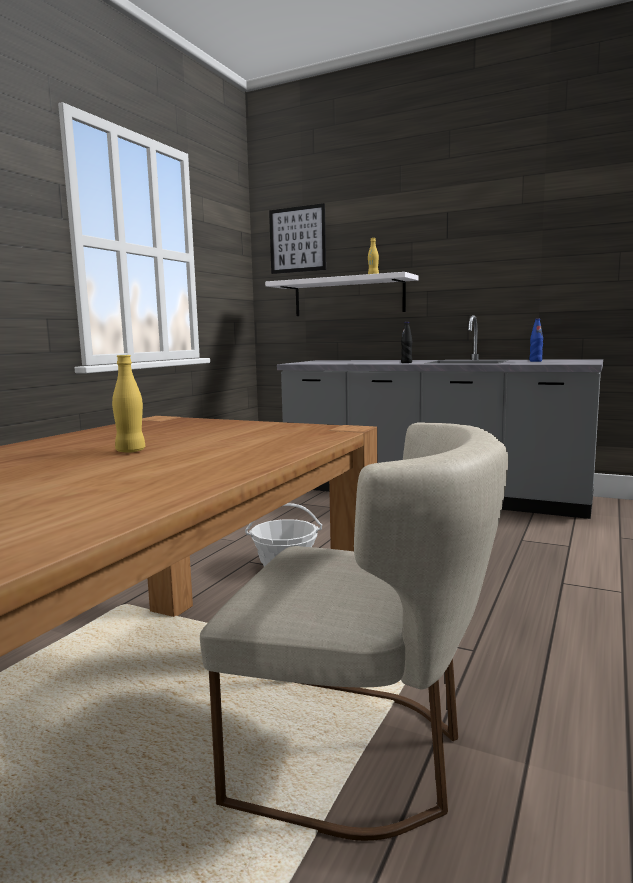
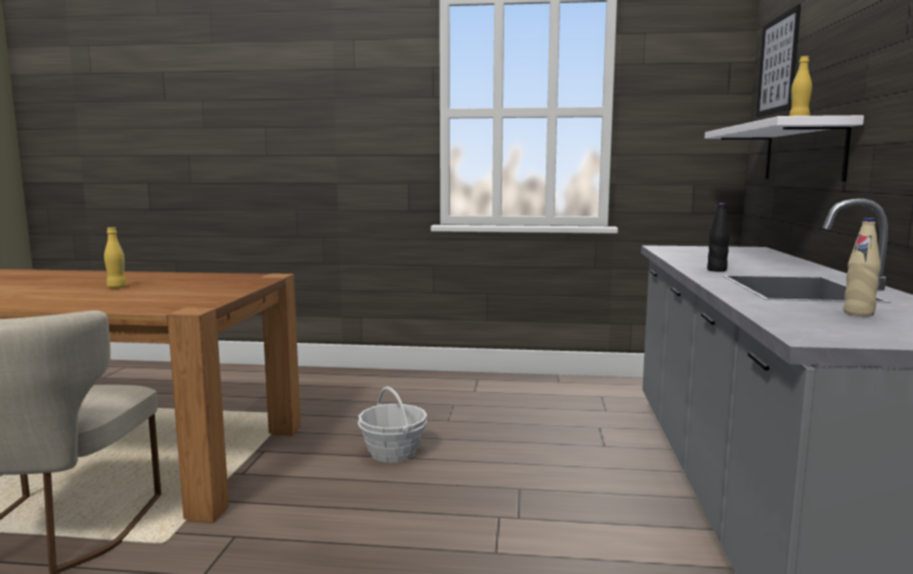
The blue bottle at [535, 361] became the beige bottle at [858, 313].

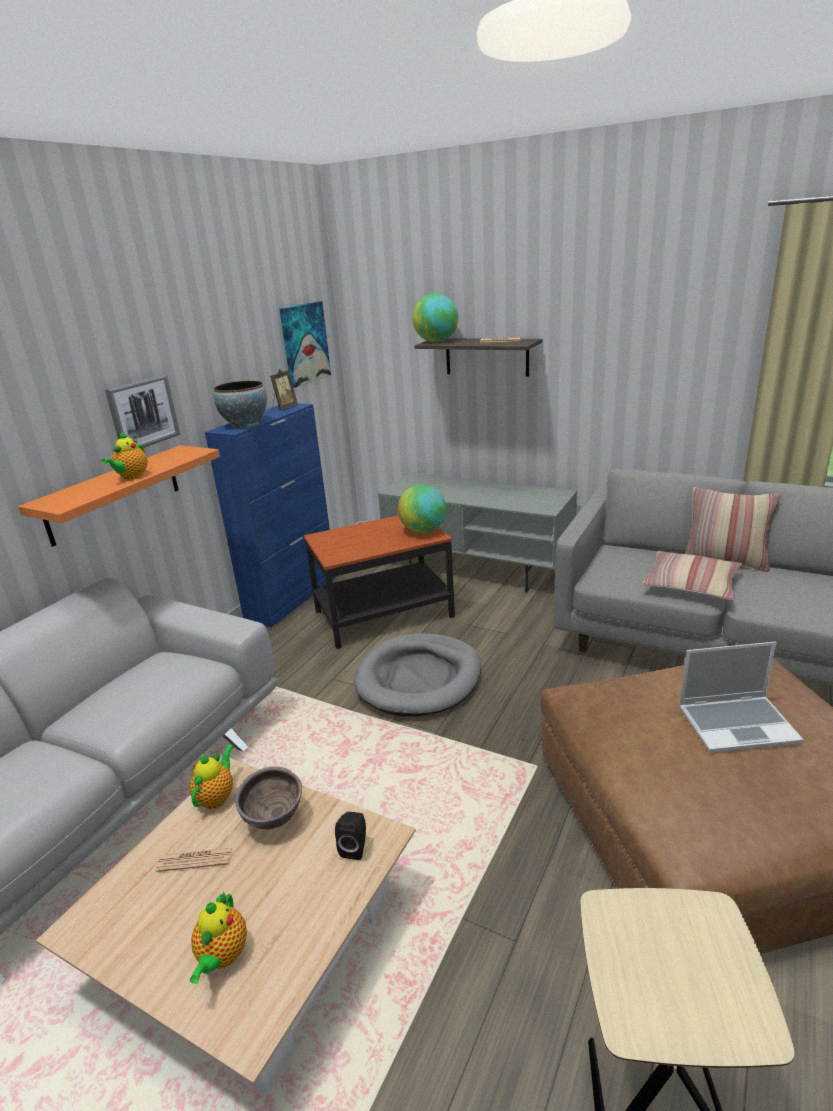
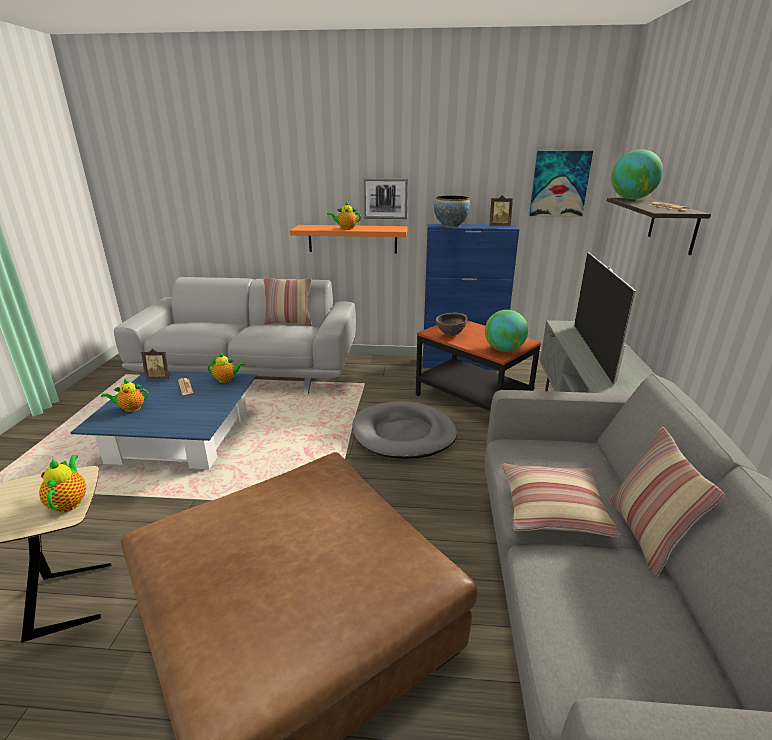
The teapot at [69, 502] appeared. The beige coffee table at [253, 937] became the blue coffee table at [182, 436]. The picture frame at [159, 378] appeared. The pillow at [289, 322] appeared. The brown bowl moved from [274, 820] to [450, 335]. The television at [592, 351] appeared. The black speaker at [355, 847] disappeared. The laptop at [737, 724] disappeared.

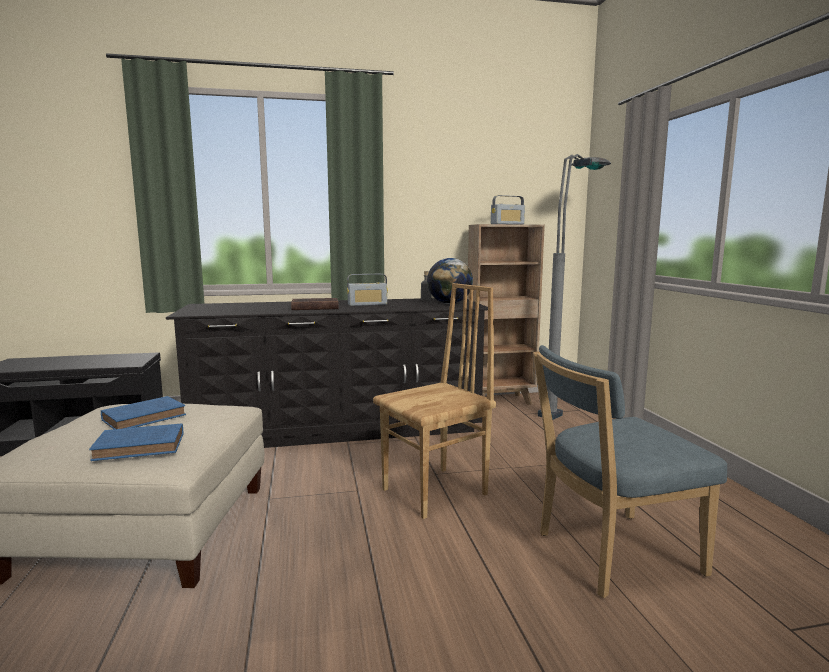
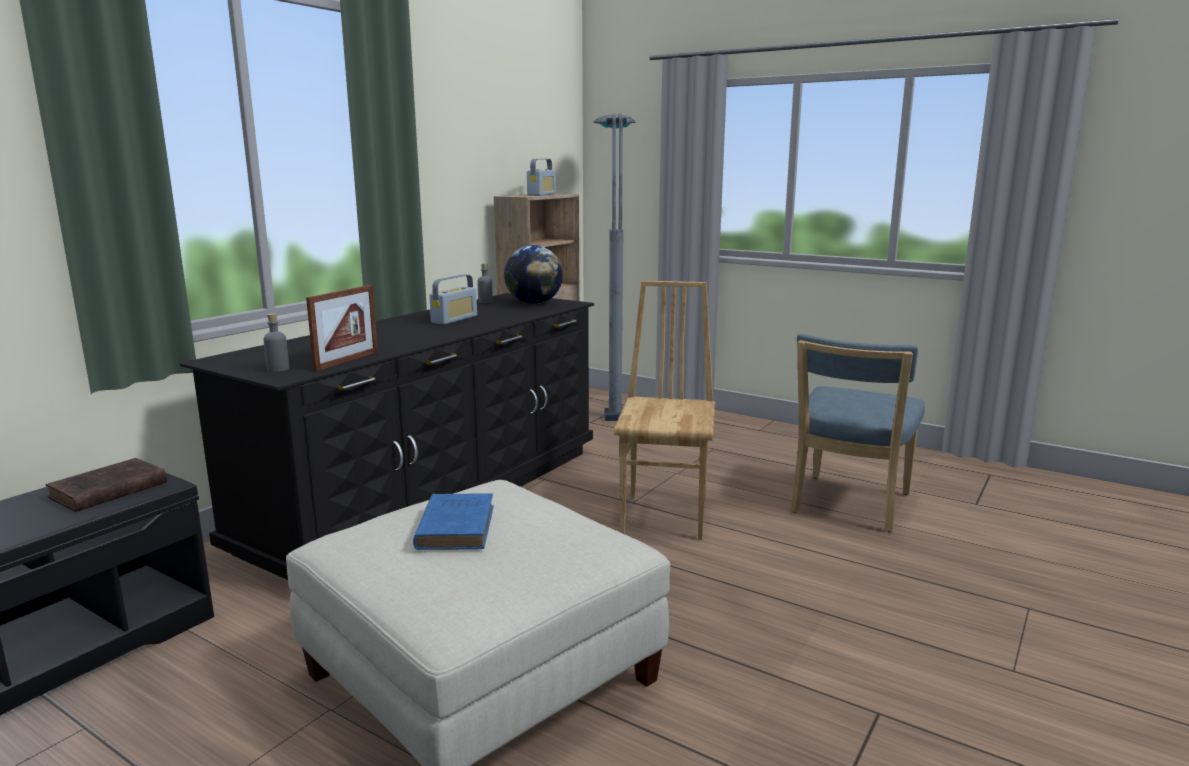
The brown book moved from [313, 307] to [106, 491]. The grey bottle at [278, 369] appeared. The picture frame at [347, 360] appeared. The blue book at [142, 446] disappeared.

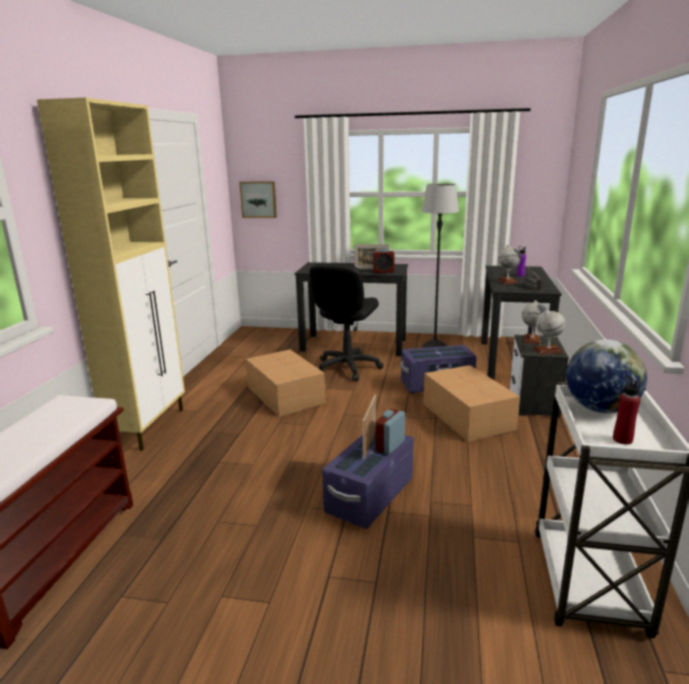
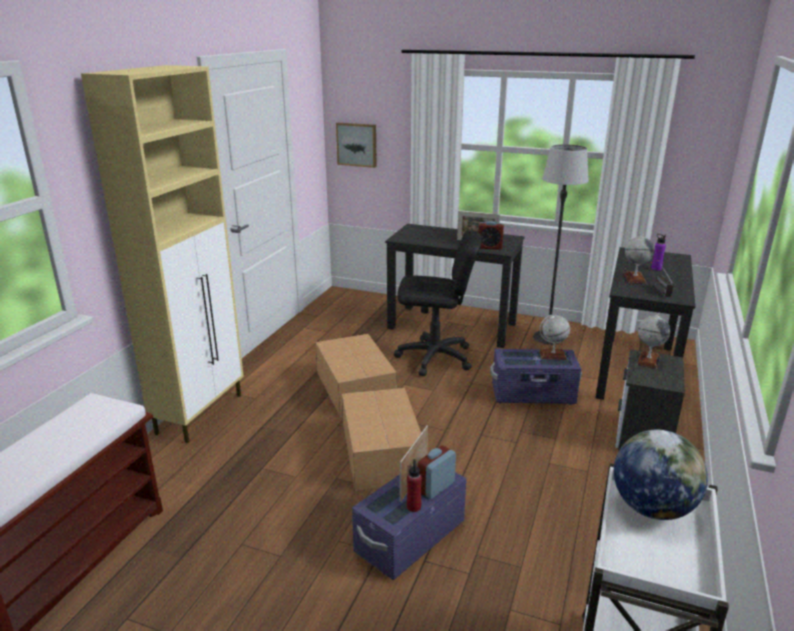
The cardboard box moved from [467, 415] to [382, 452]. The black office chair at [347, 367] turned 120 degrees counterclockwise. The red bottle moved from [622, 439] to [414, 507]. The globe moved from [547, 351] to [552, 355].

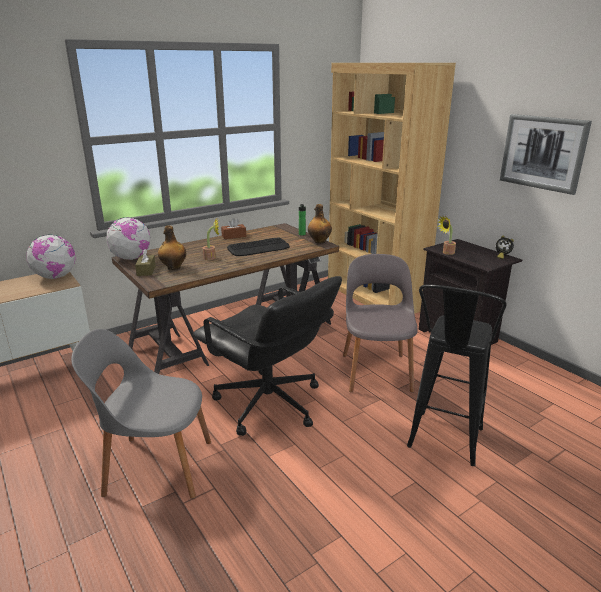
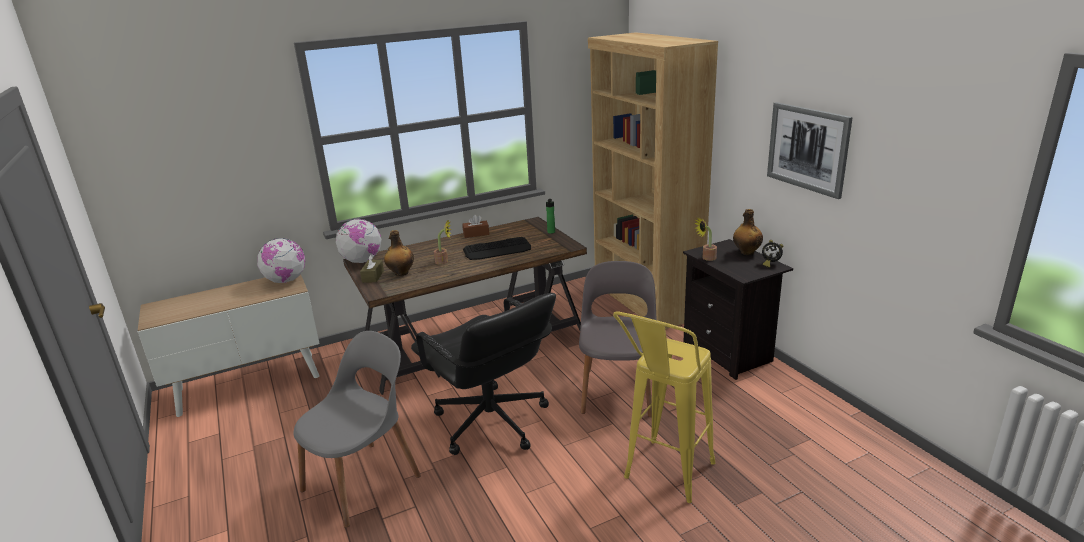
The grey chair at [156, 466] turned 120 degrees clockwise. The black stool at [443, 446] became the yellow stool at [664, 479]. The bottle moved from [319, 241] to [746, 252].

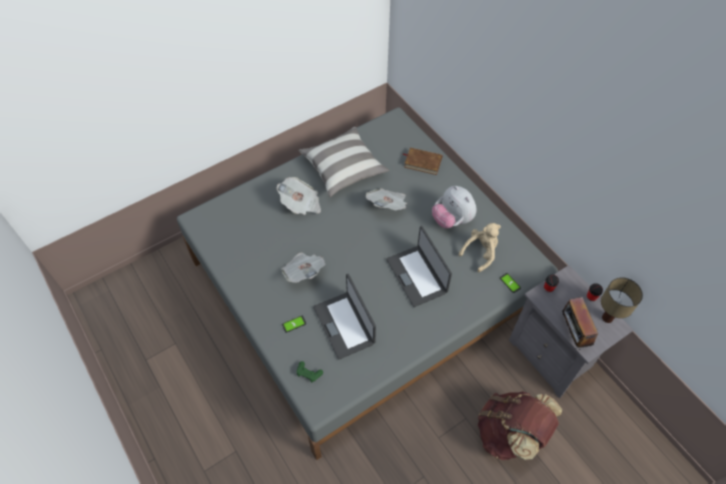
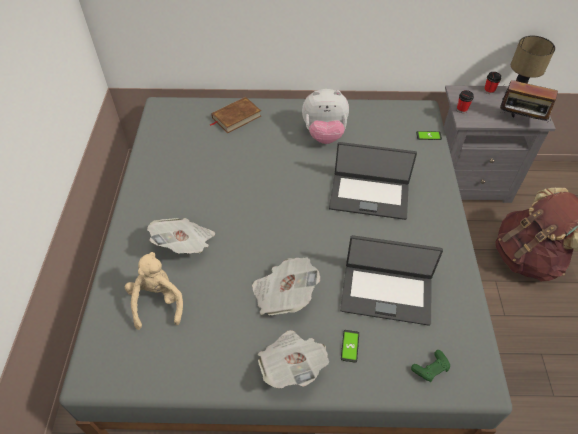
The beige plush toy moved from [480, 252] to [157, 302]. The newspaper moved from [388, 205] to [292, 365]. The pillow at [343, 168] disappeared.

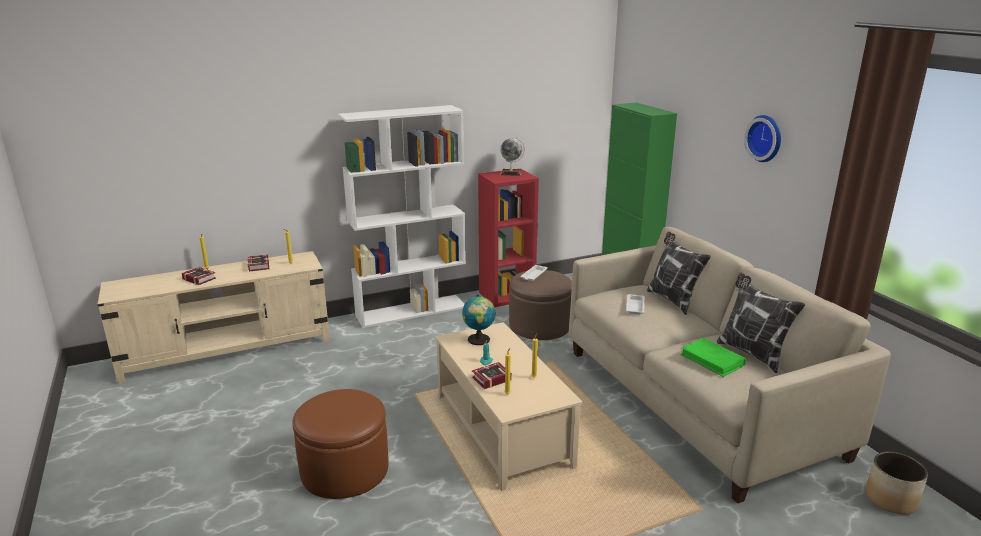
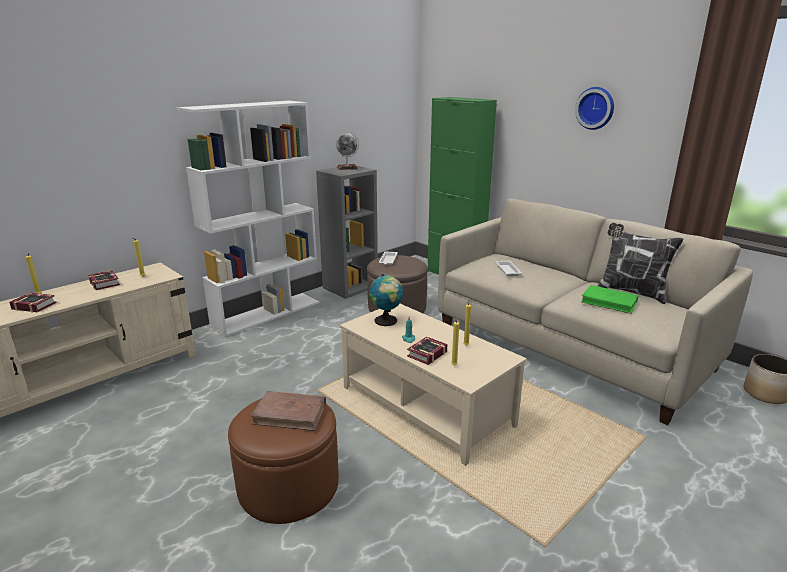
The brown book at [290, 414] appeared. The red bookcase at [507, 295] became the grey bookcase at [350, 287]. The pillow at [672, 300] disappeared.

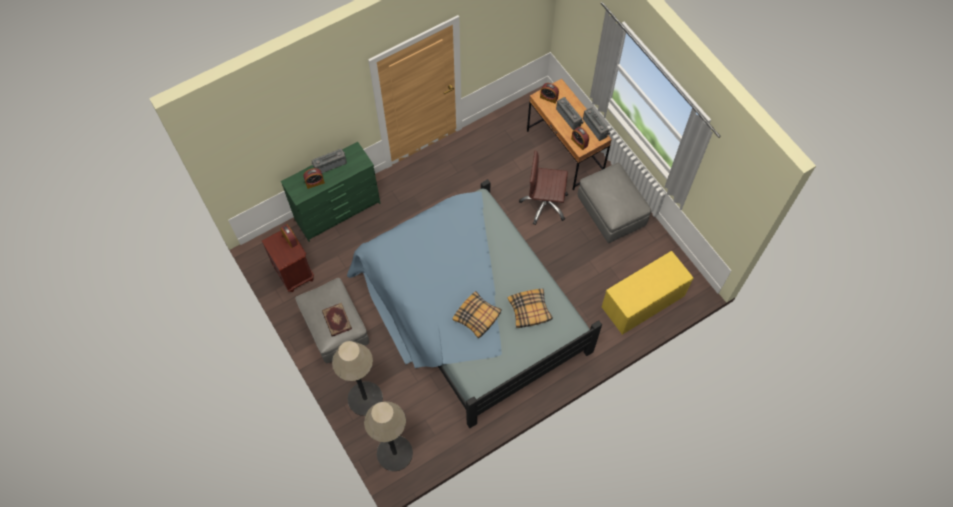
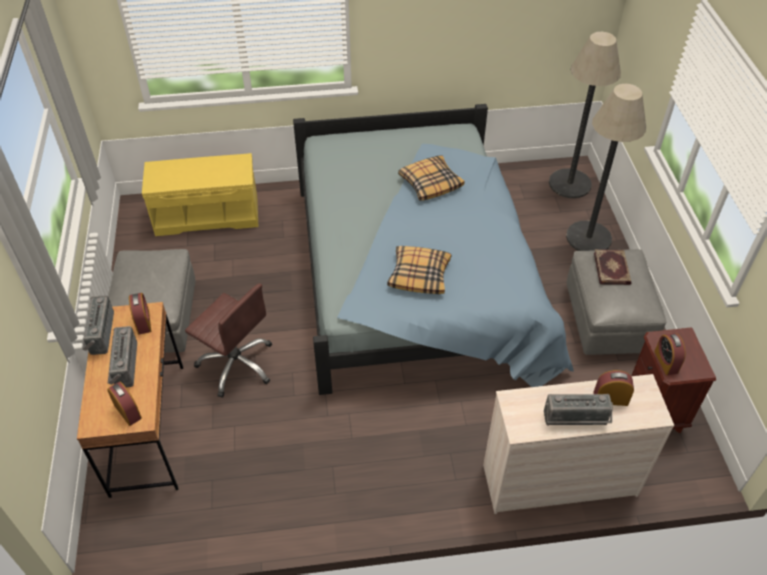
The pillow moved from [529, 310] to [419, 275]. The green dresser at [338, 212] became the beige dresser at [559, 479].

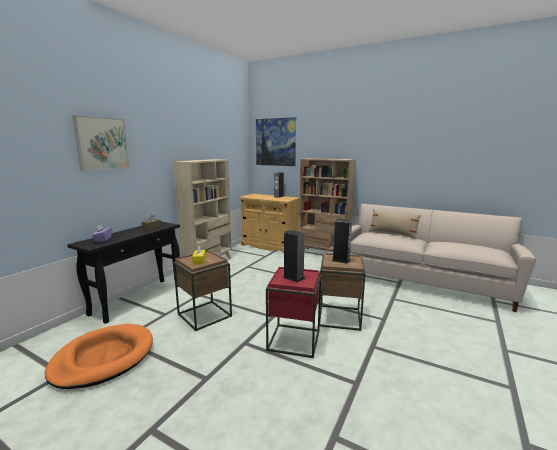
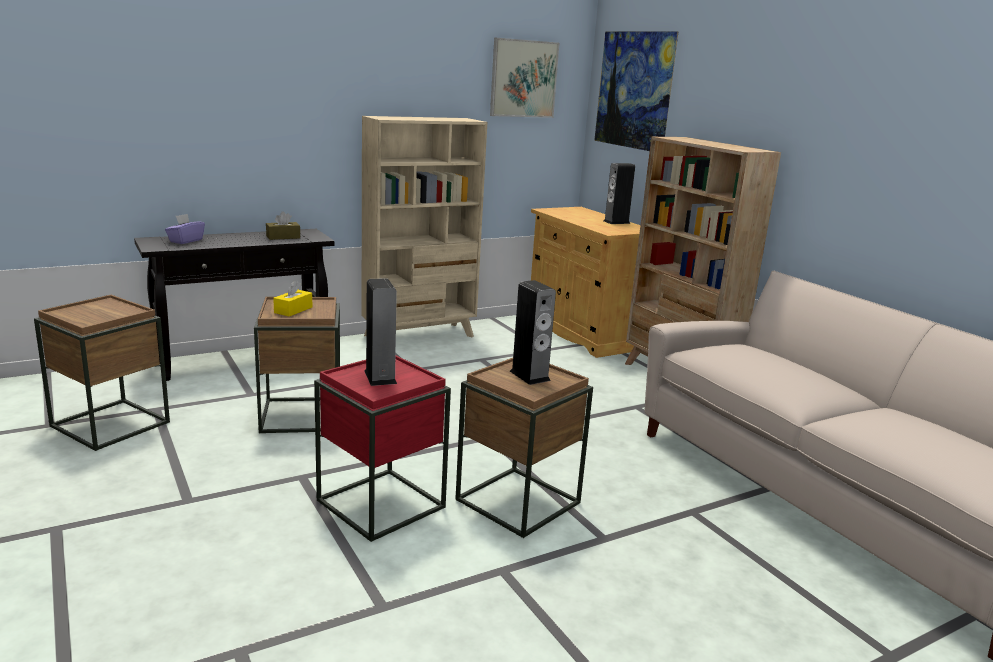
The orange dog bed at [103, 358] was replaced by the brown side table at [110, 424]. The picture moved from [102, 143] to [523, 78]. The beige pillow at [392, 234] disappeared.

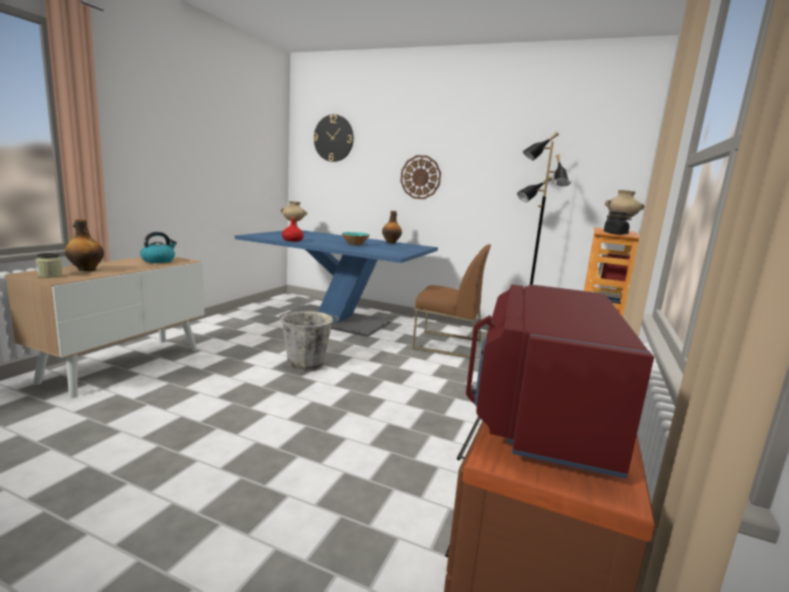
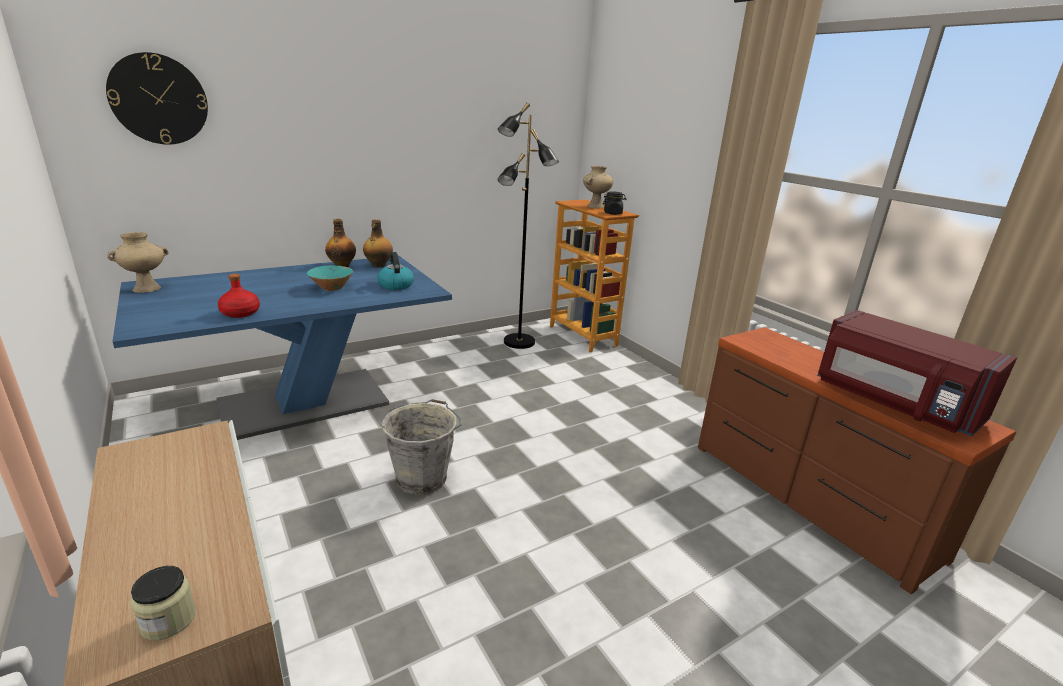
The bottle moved from [86, 270] to [378, 265]. The kettle moved from [158, 260] to [395, 285]. The wall clock at [420, 177] disappeared. The brown chair at [447, 344] disappeared.

